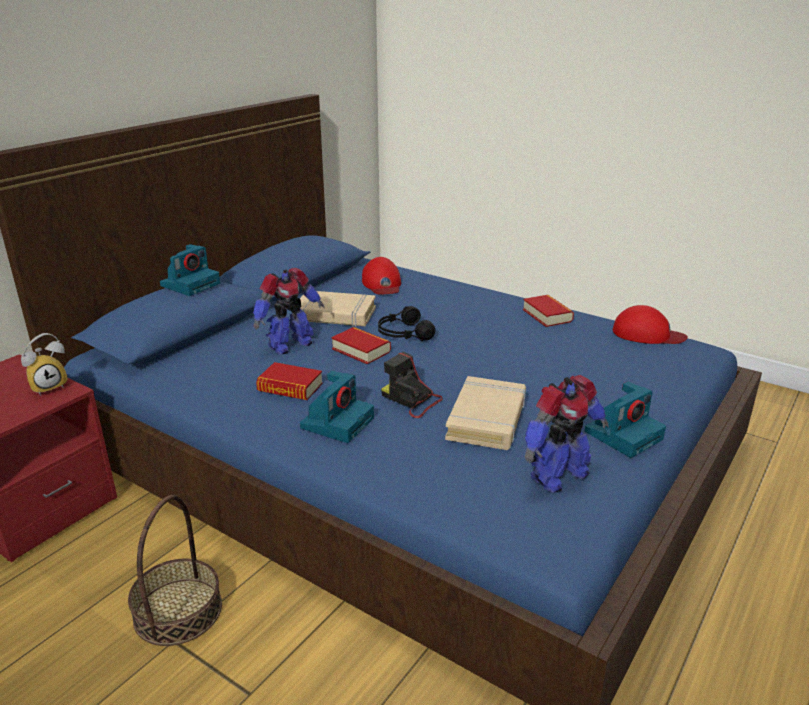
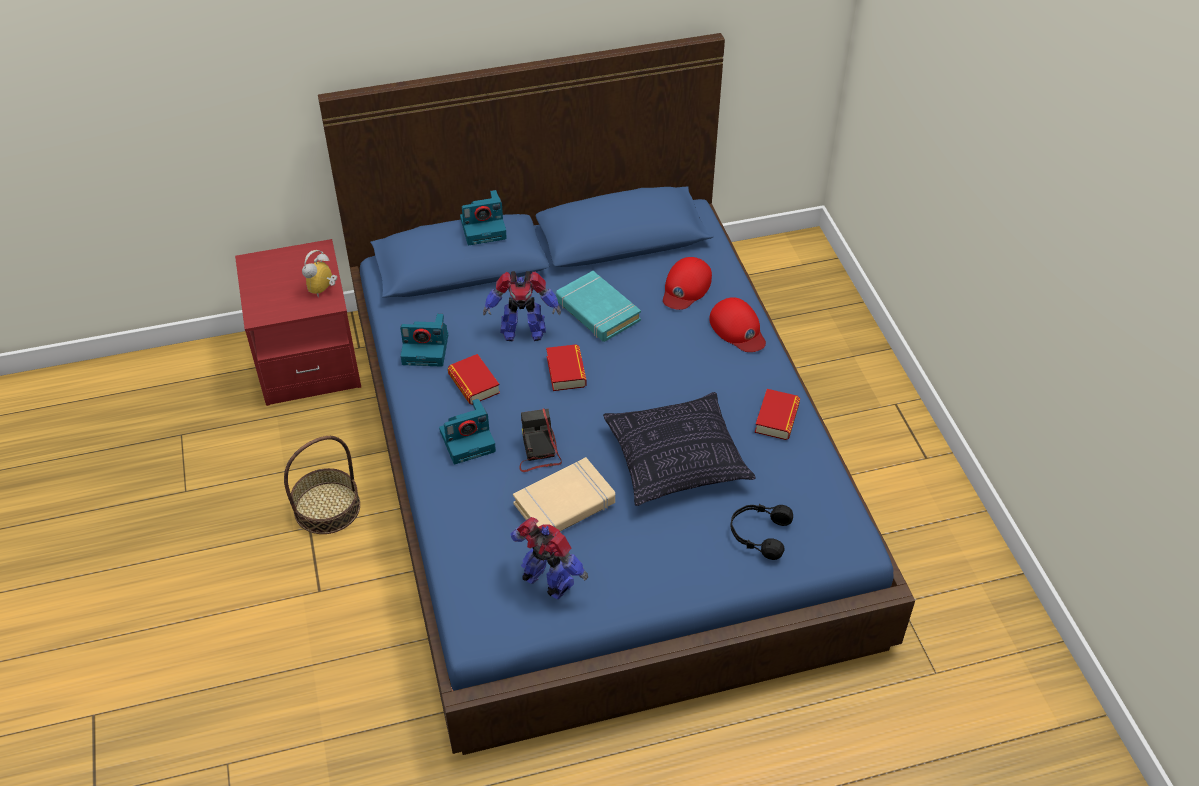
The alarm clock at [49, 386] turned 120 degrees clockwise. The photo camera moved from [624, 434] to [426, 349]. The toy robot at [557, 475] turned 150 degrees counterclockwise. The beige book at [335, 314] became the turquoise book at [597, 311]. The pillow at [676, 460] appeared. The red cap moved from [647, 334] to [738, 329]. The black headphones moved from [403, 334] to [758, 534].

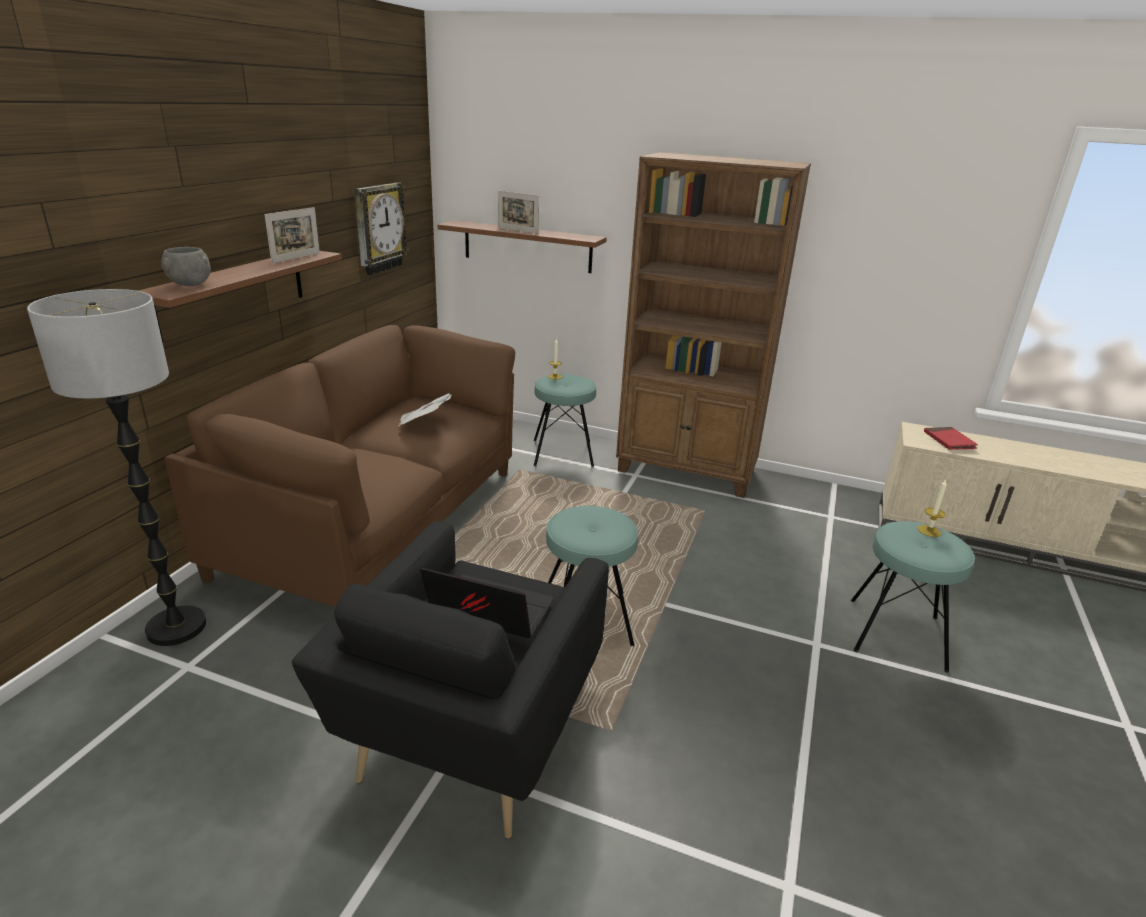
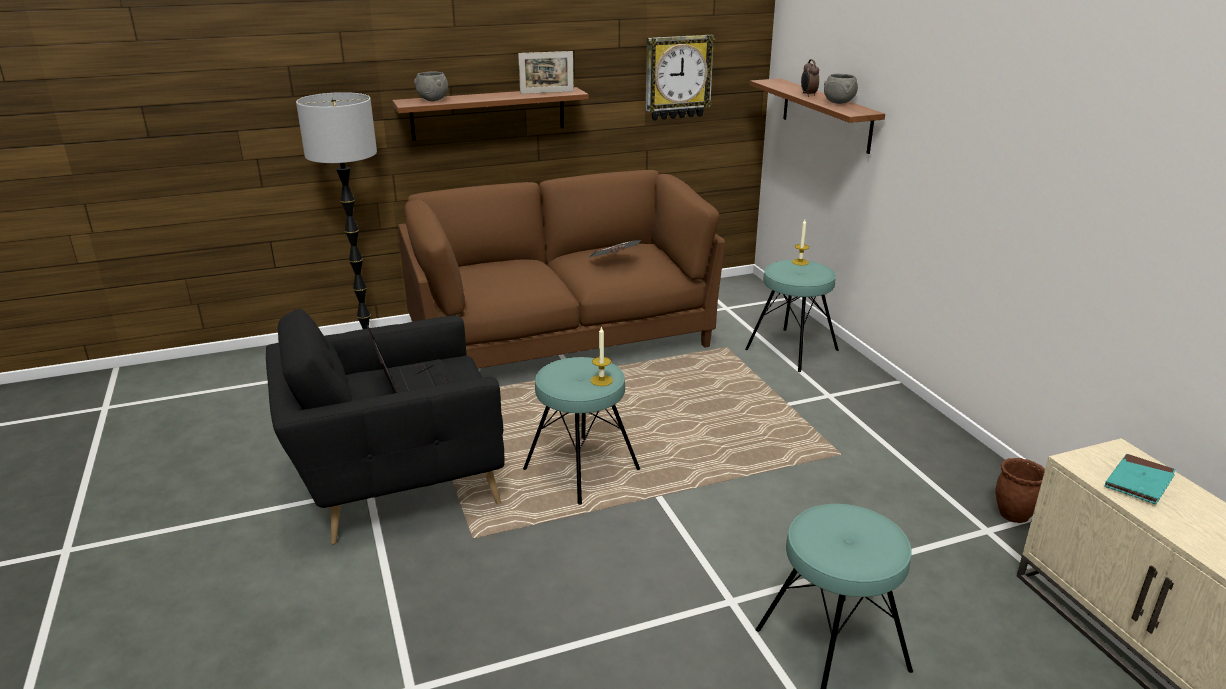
The candle moved from [929, 531] to [601, 380]. The picture frame at [518, 230] was replaced by the alarm clock at [808, 95]. The grey bowl at [839, 103] appeared. The brown planter at [1014, 515] appeared. The red book at [949, 441] became the turquoise book at [1139, 482]. The brown bookcase at [687, 471] disappeared.

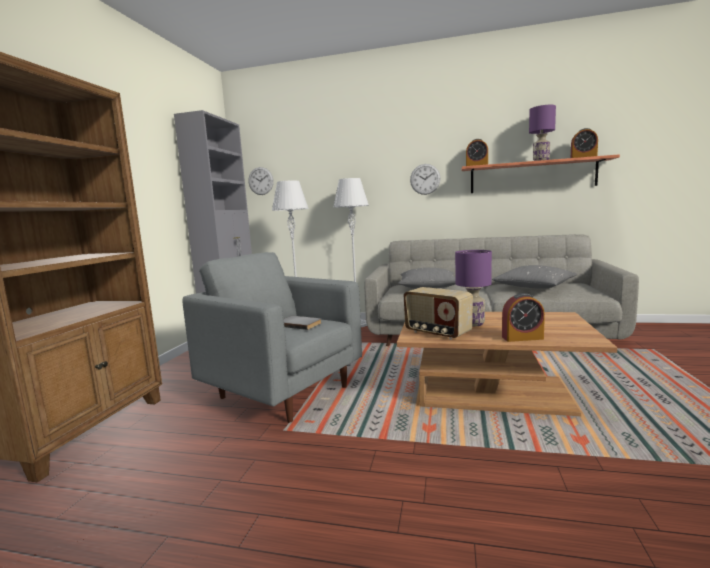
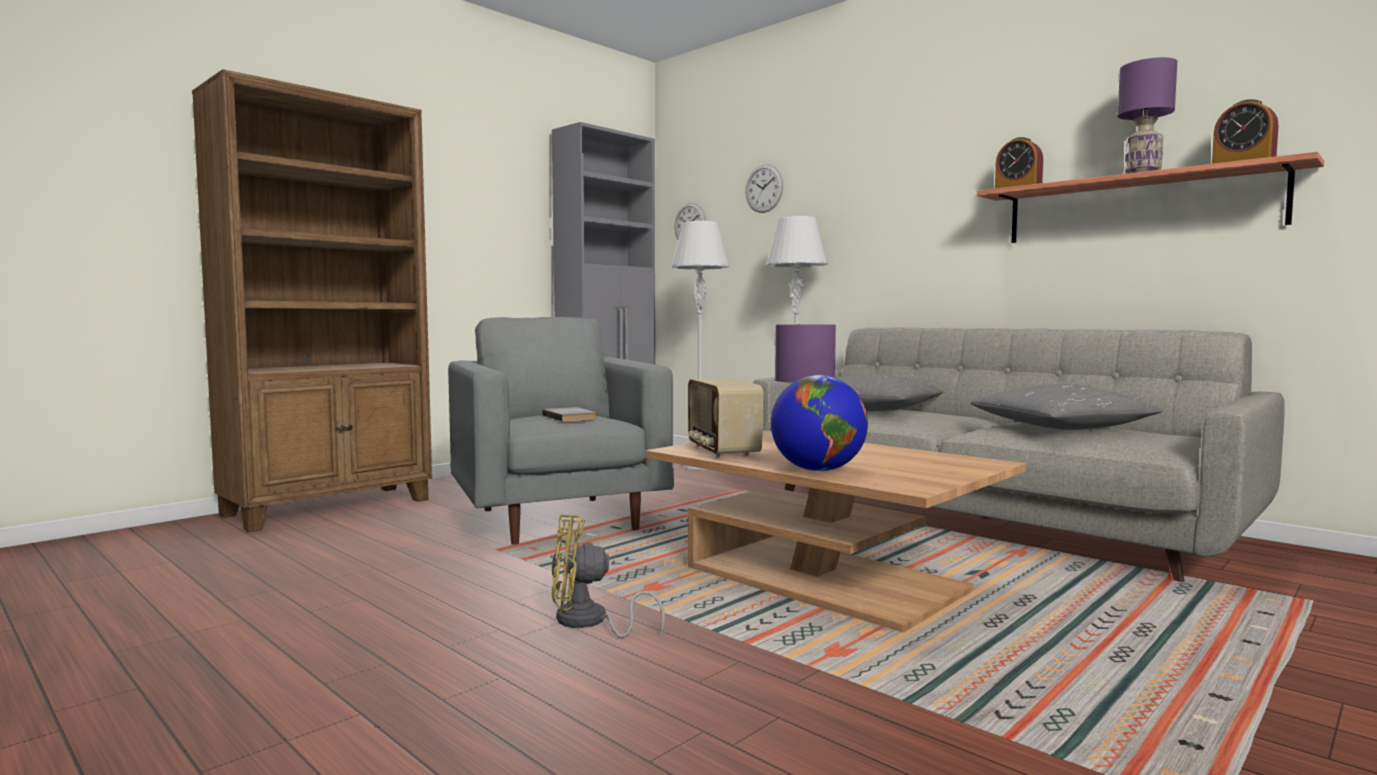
The yellow fan at [589, 622] appeared. The wall clock moved from [425, 179] to [764, 188]. The alarm clock at [522, 338] was replaced by the globe at [818, 470].

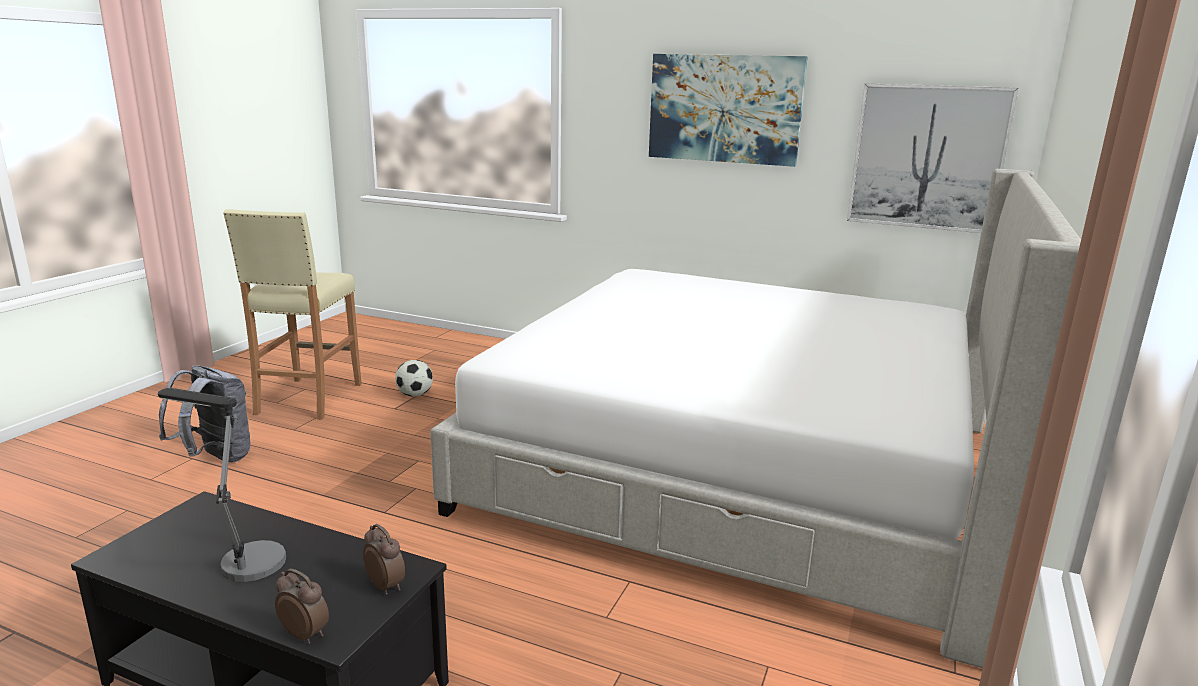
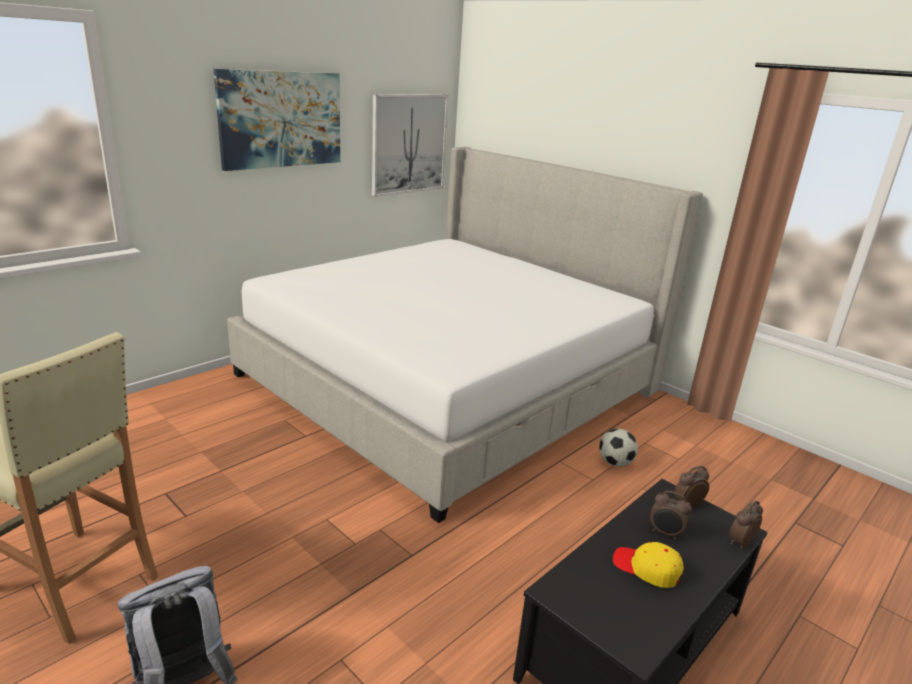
The football moved from [415, 394] to [615, 462]. The table lamp at [240, 557] was replaced by the yellow cap at [646, 568]. The alarm clock at [665, 533] appeared.

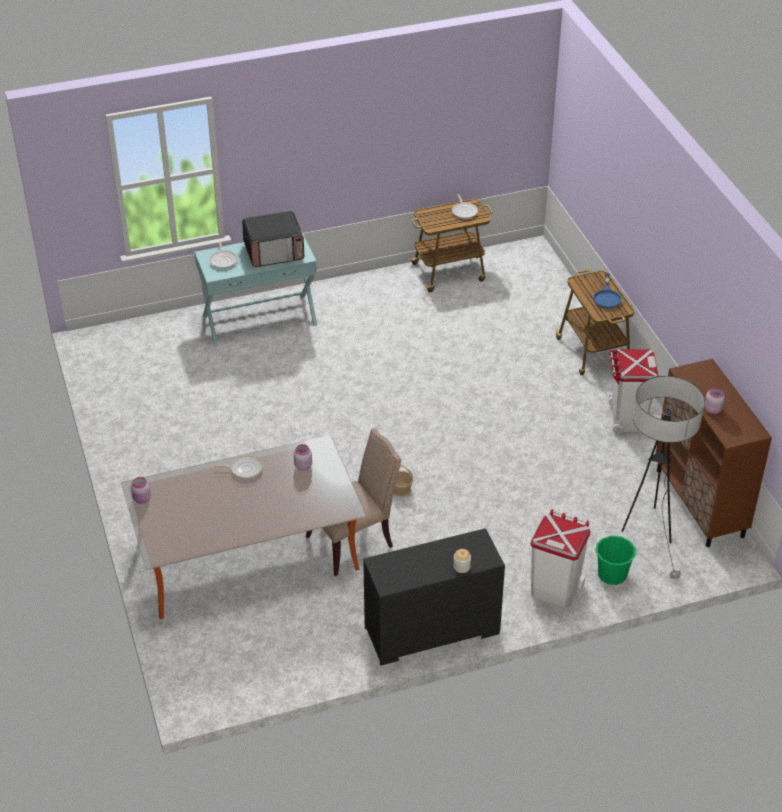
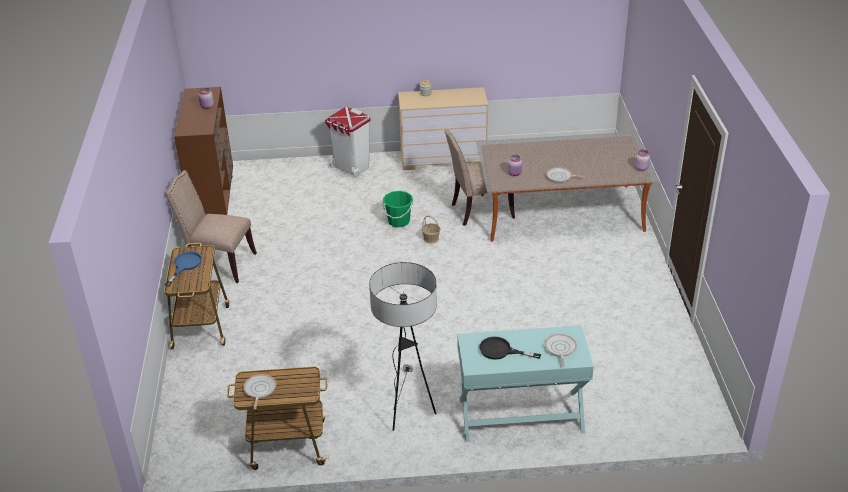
The white trash can at [627, 419] was replaced by the beige chair at [218, 264]. The floor lamp moved from [650, 532] to [408, 413]. The green bucket moved from [612, 574] to [398, 221]. The black dresser at [431, 632] became the beige dresser at [443, 158]. The microwave at [274, 252] was replaced by the black frying pan at [501, 351].

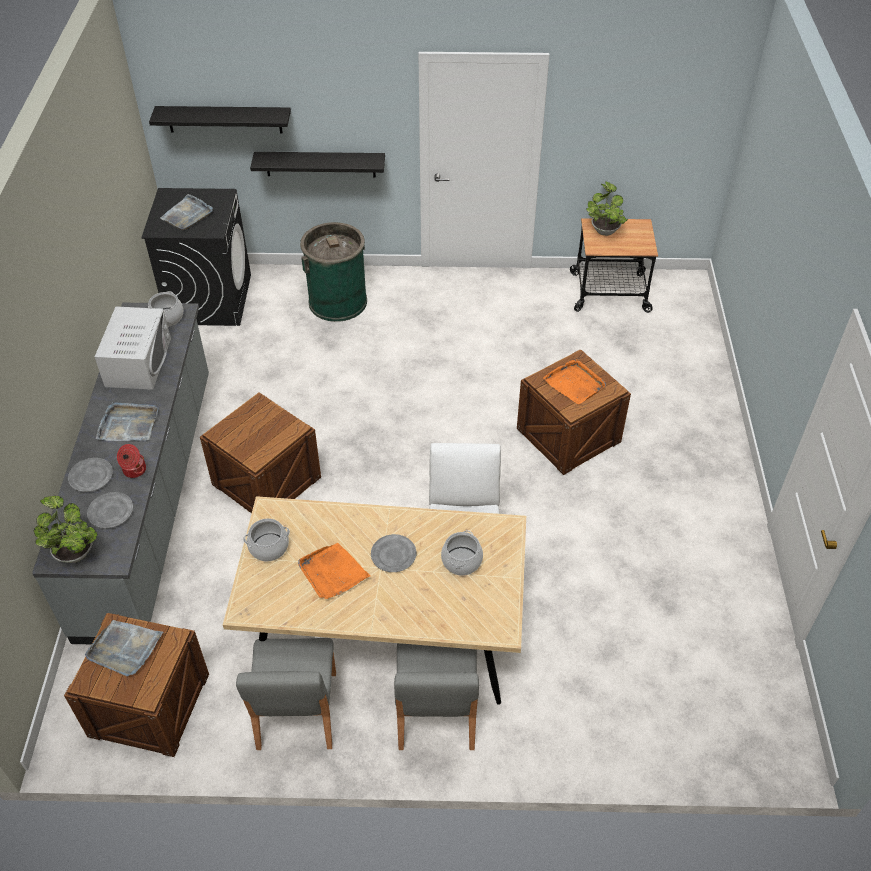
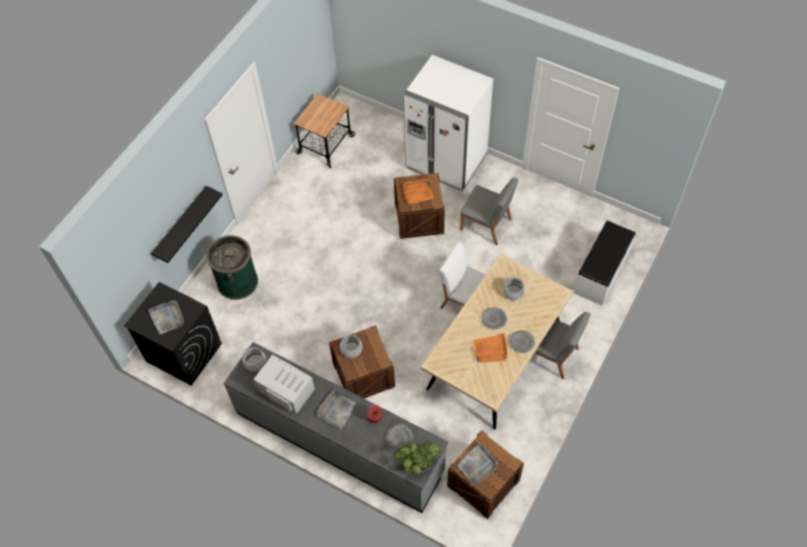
The cooking pot moved from [269, 547] to [351, 349]. The white fridge at [446, 162] appeared. The grey chair moved from [296, 711] to [486, 225]. The grey plate moved from [91, 476] to [521, 342]. The white bench at [602, 273] appeared. The black shelf at [224, 119] disappeared. The potted plant at [604, 230] disappeared.

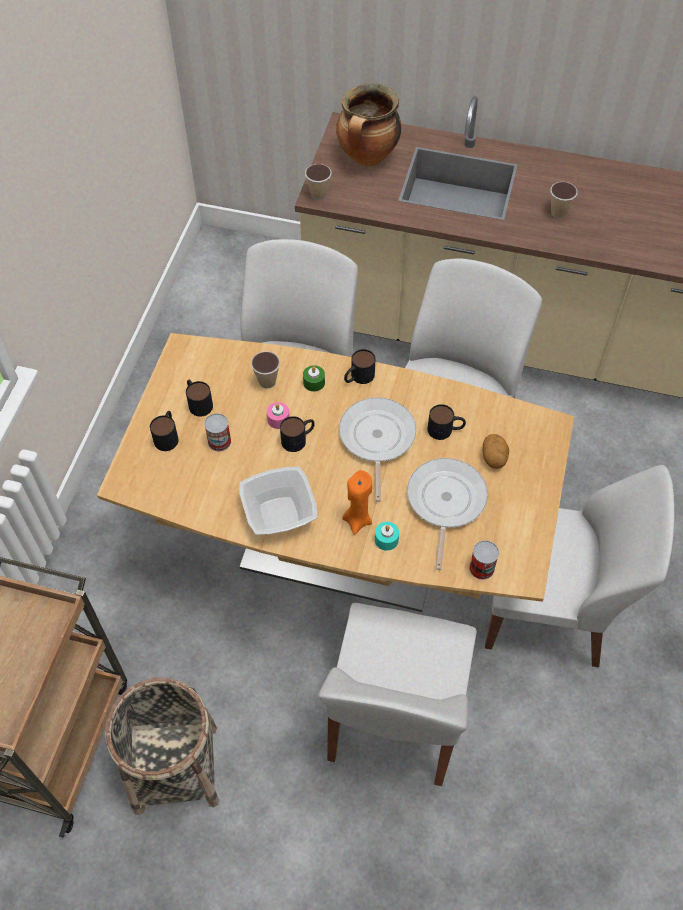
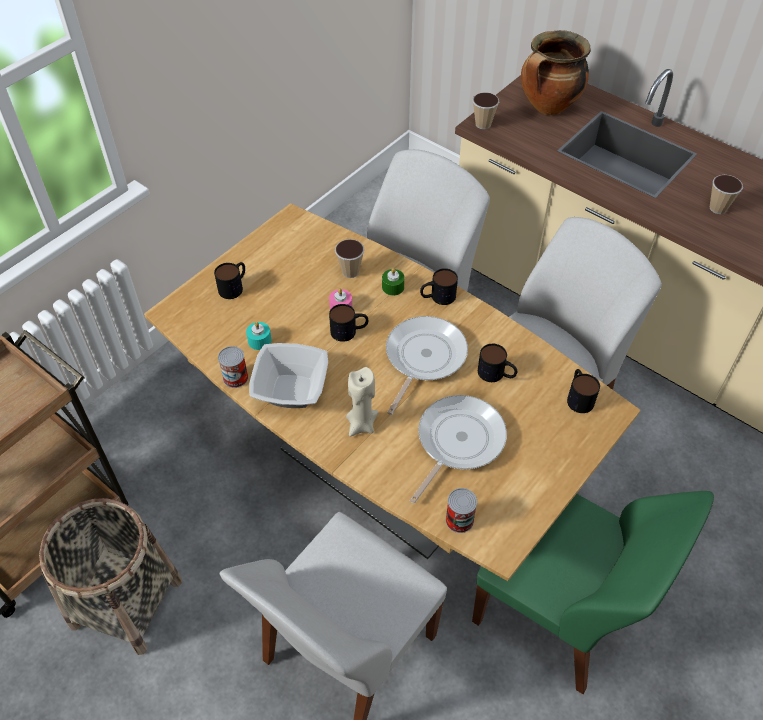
The can moved from [219, 441] to [235, 378]. The turquoise candle moved from [386, 539] to [259, 340]. The orange candle at [357, 520] became the beige candle at [361, 424]. The white chair at [549, 610] became the green chair at [558, 612]. The mug moved from [198, 402] to [578, 396]. The potato at [494, 458] disappeared.

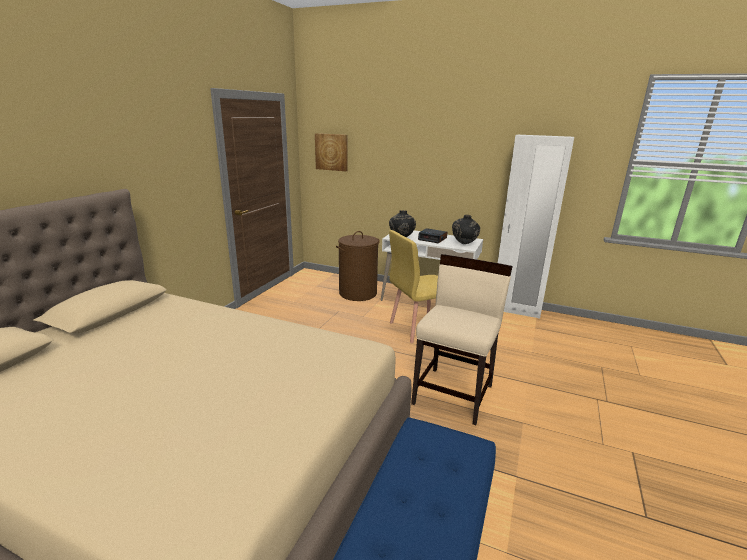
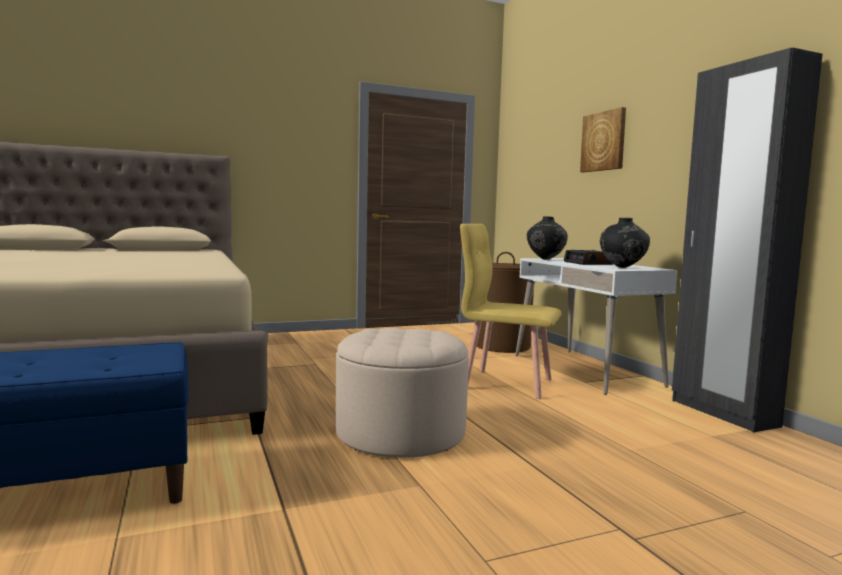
The beige chair at [454, 394] was replaced by the beige ottoman at [400, 433]. The picture moved from [331, 152] to [604, 141]. The white wardrobe at [515, 310] became the black wardrobe at [722, 413].

